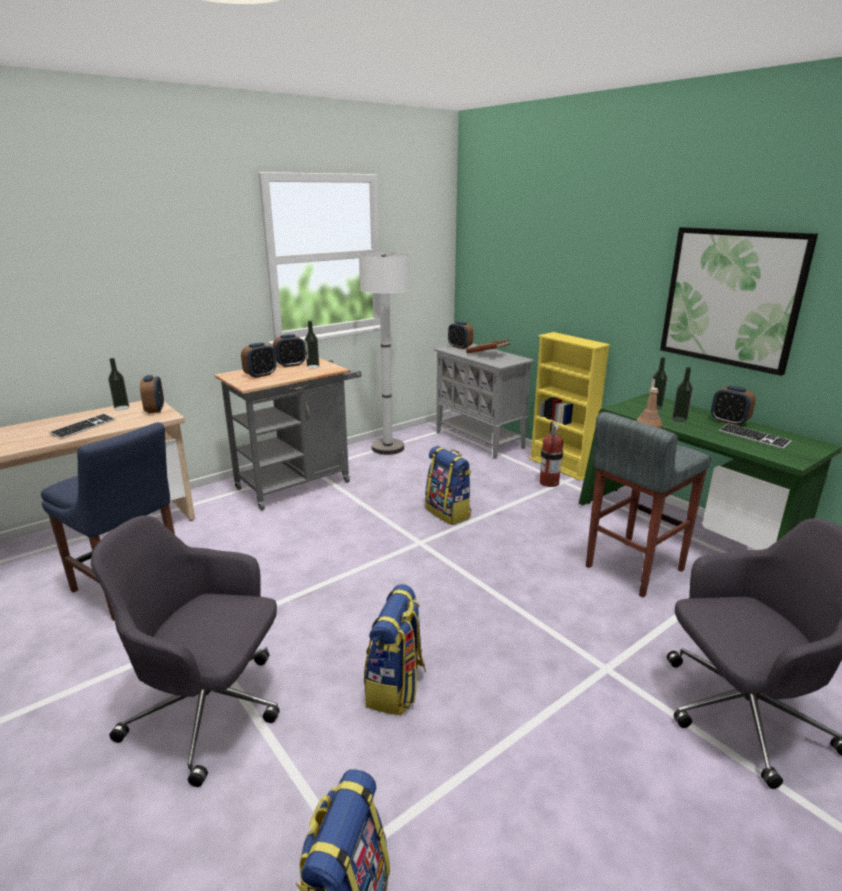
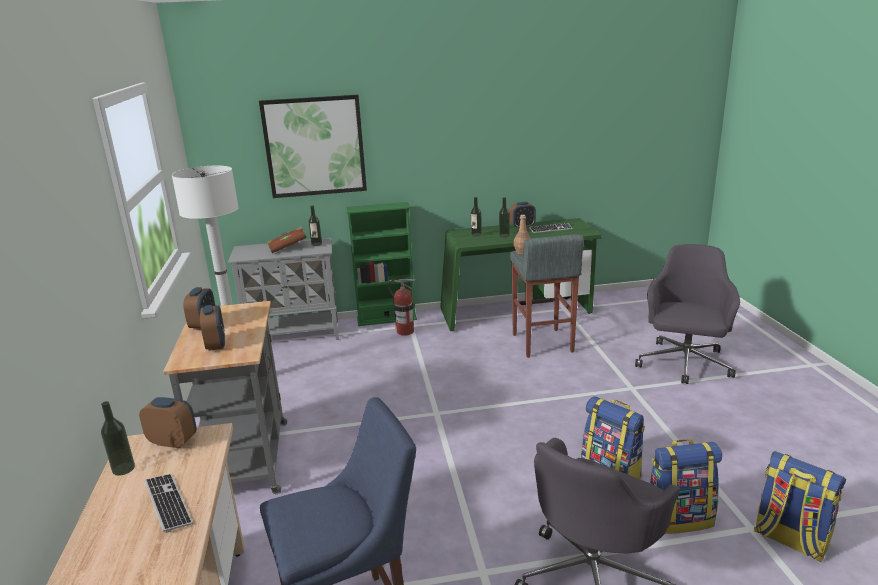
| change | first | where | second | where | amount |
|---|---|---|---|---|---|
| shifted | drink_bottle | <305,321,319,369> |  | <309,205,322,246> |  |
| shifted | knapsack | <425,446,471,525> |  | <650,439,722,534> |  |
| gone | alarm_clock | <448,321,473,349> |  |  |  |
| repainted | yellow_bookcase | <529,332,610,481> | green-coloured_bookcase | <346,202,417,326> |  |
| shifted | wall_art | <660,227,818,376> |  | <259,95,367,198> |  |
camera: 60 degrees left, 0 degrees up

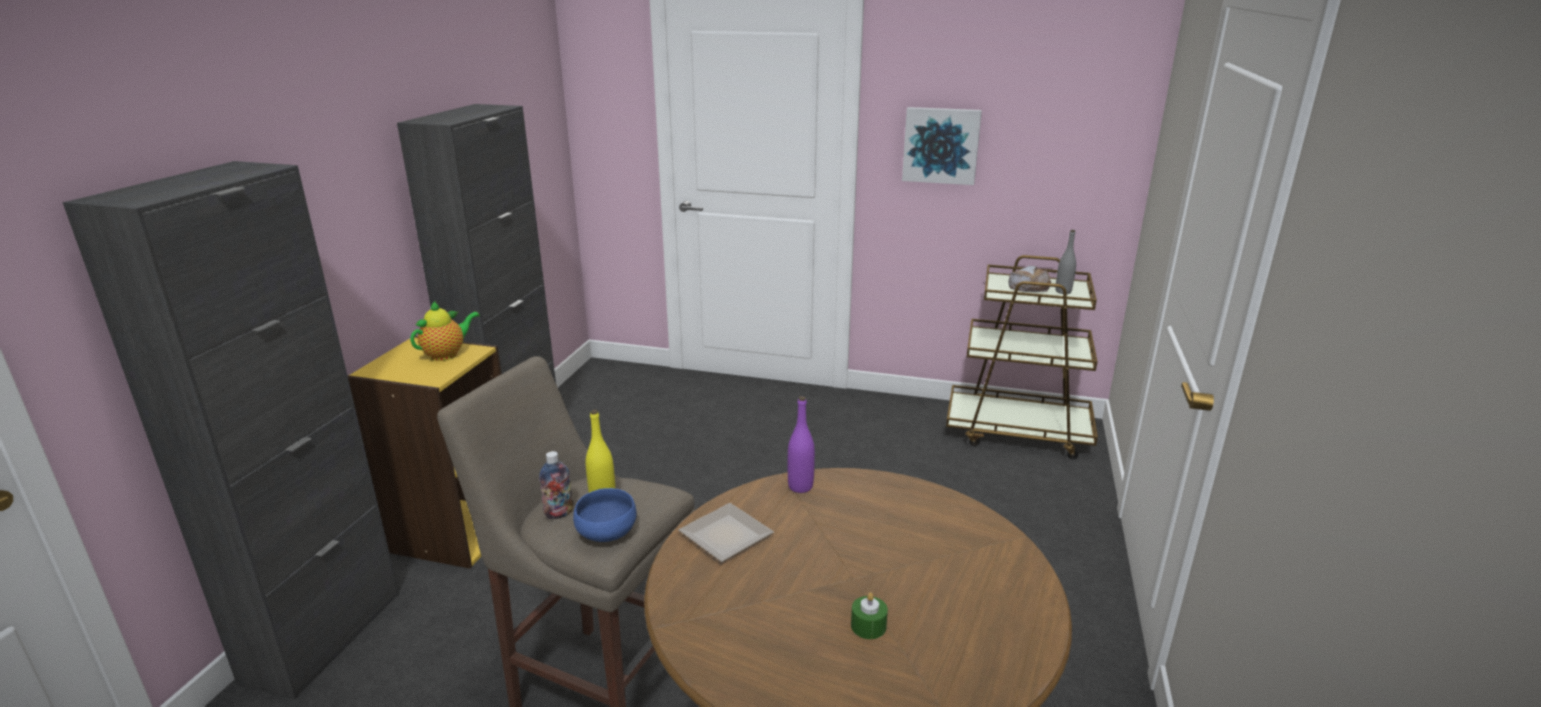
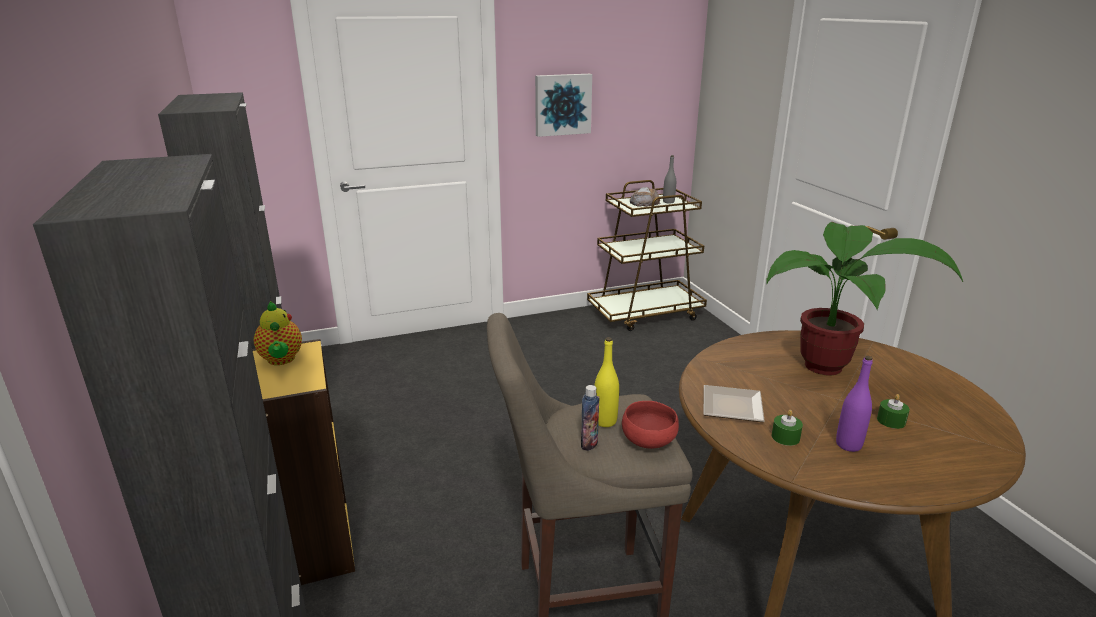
| change | first | where | second | where | amount |
|---|---|---|---|---|---|
| rotated | tea_pot | <410,300,480,361> |  | <254,301,302,365> | 150 degrees clockwise |
| repainted | blue-coloured_deep_dish | <573,488,637,542> | reddish_deep_dish | <622,401,679,449> |  |
| shifted | purple-coloured_drink_bottle | <788,396,815,493> |  | <836,356,873,452> |  |
| new |  |  | potted_plant | <766,222,963,376> |  |
| new |  |  | green-coloured_wax_candle | <772,410,803,446> |  |
camera: 35 degrees left, 0 degrees up

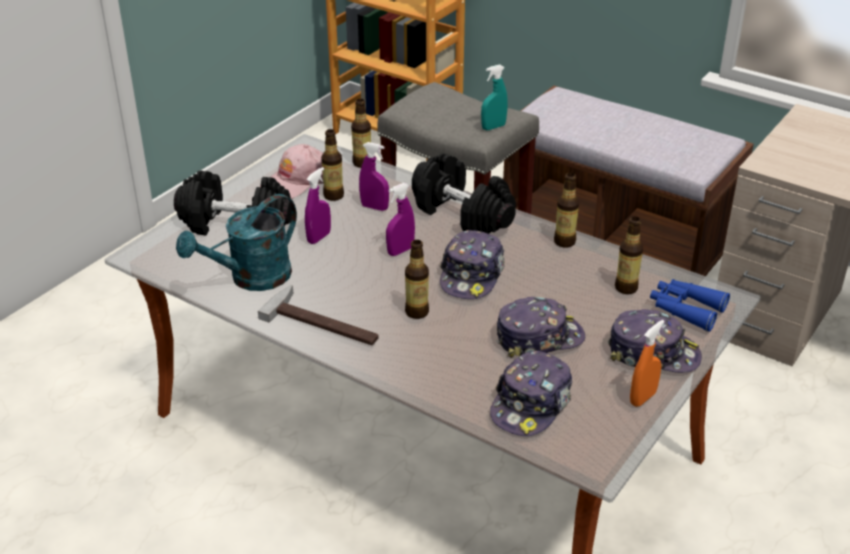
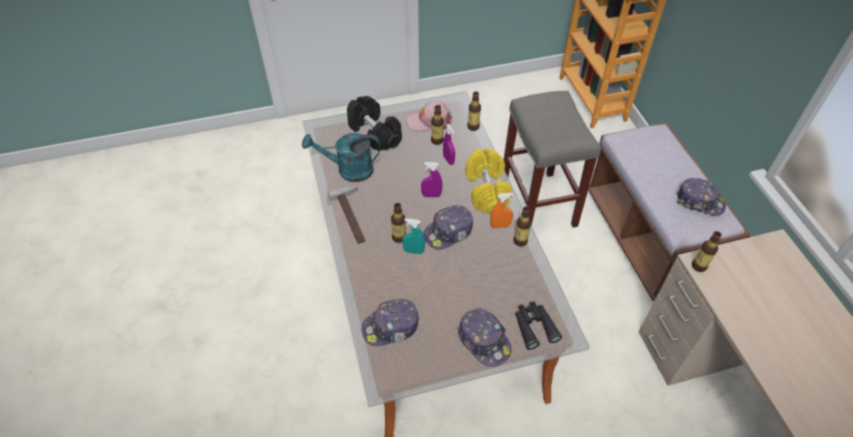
| change | first | where | second | where | amount |
|---|---|---|---|---|---|
| gone | purple-coloured_spray_bottle | <305,167,331,244> |  |  |  |
| repainted | blackish_free_weight | <412,153,516,234> | yellow_free_weight | <465,148,513,214> |  |
| shifted | blue-green_spray_bottle | <481,64,508,130> |  | <402,218,425,254> |  |
| shifted | baseball_cap | <496,297,585,358> |  | <677,178,726,216> |  |
| shifted | drink_bottle | <615,217,643,294> |  | <692,231,721,272> |  |
| shifted | orange_spray_bottle | <630,320,665,407> |  | <491,193,514,228> |  |
| repainted | blue-coloured_pair_of_binoculars | <650,279,730,332> | blackish_pair_of_binoculars | <515,301,562,350> |  |
camera: 40 degrees right, 15 degrees up

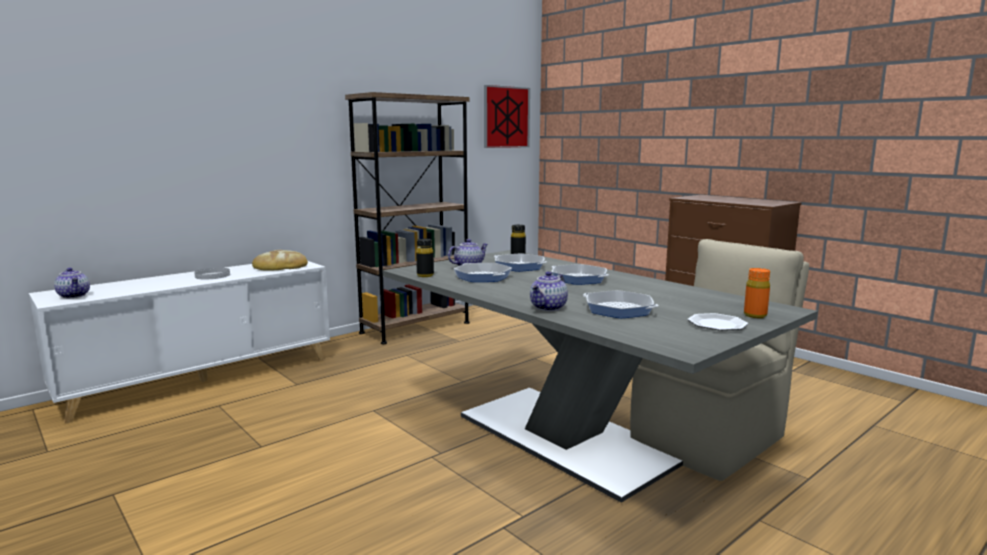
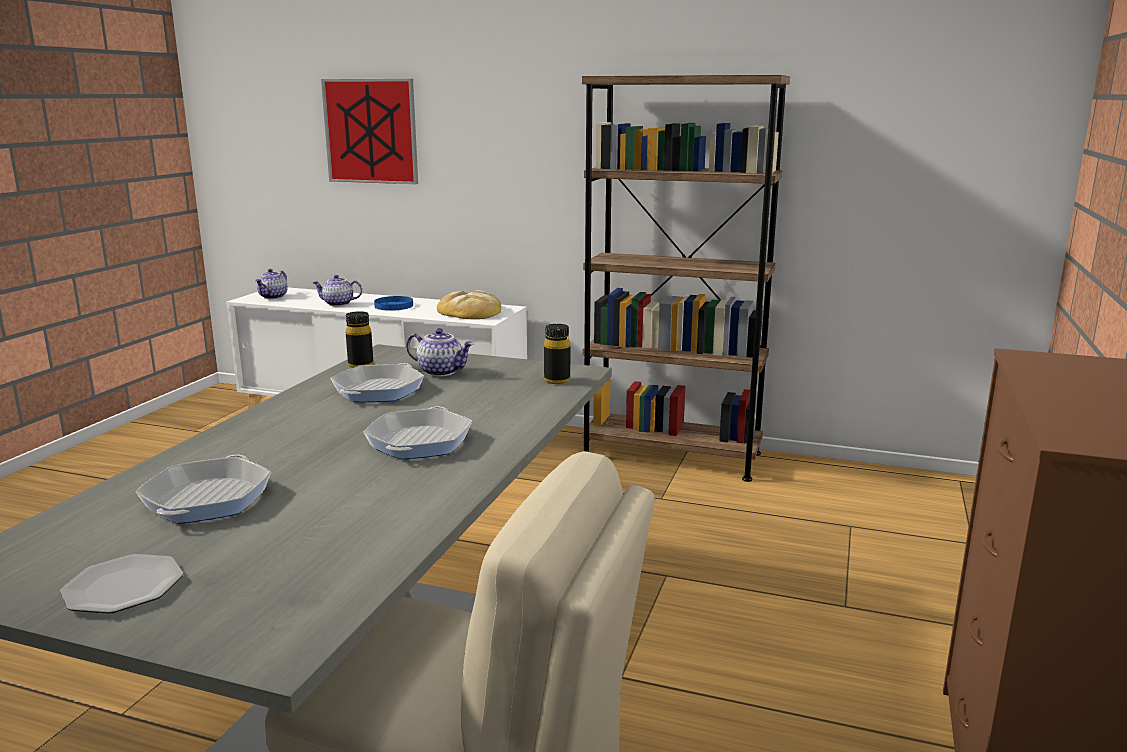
| change | first | where | second | where | amount |
|---|---|---|---|---|---|
| repainted | white_flat_dish | <194,268,230,279> | blue-coloured_flat_dish | <374,296,413,311> |  |
| shifted | wall_art | <484,85,530,148> |  | <321,79,418,184> |  |
| gone | pan | <494,253,547,272> |  |  |  |
| shifted | tea_pot | <530,271,568,311> |  | <312,275,362,306> |  |
| gone | orange_drink_bottle | <744,268,770,318> |  |  |  |
camera: 60 degrees right, 5 degrees up

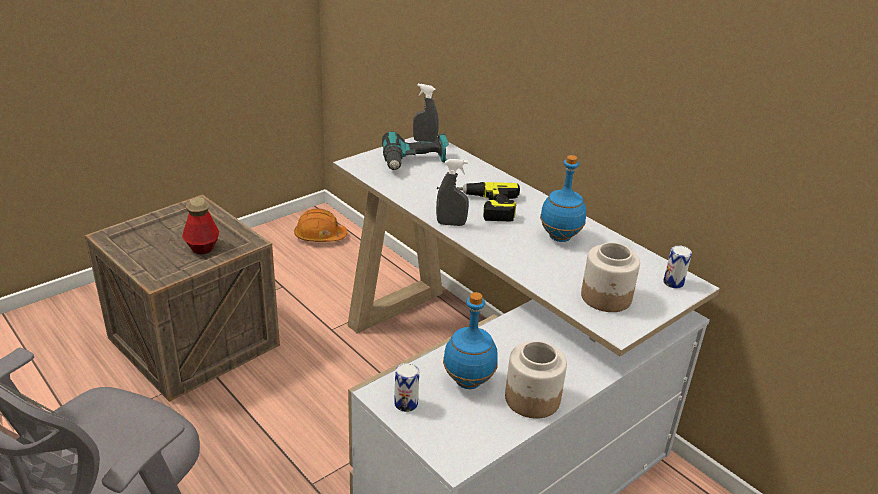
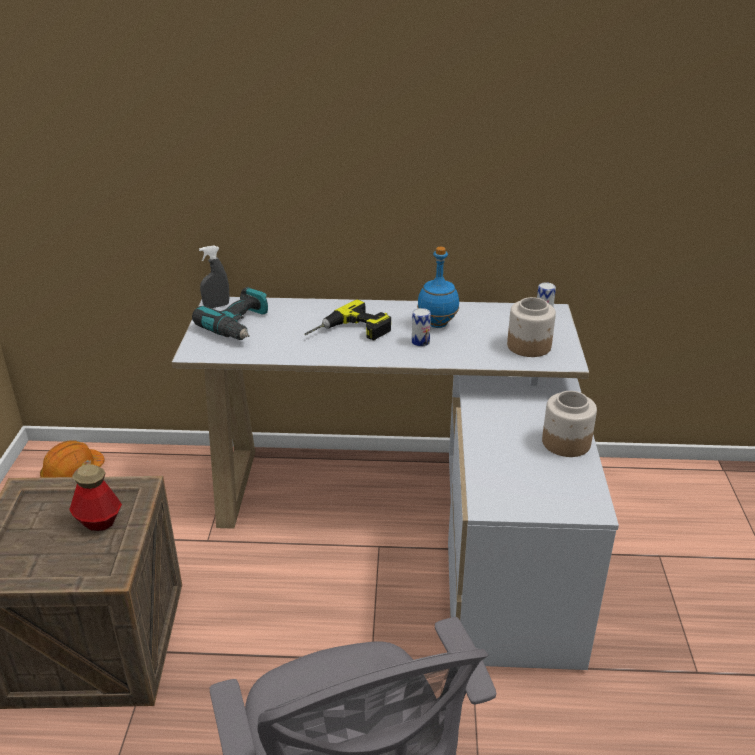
| change | first | where | second | where | amount |
|---|---|---|---|---|---|
| shifted | can | <394,363,419,412> |  | <412,308,431,347> |  |
| gone | greyish_spray_bottle | <436,159,469,226> |  |  |  |
| gone | blue-coloured_drink_bottle | <443,292,498,389> |  |  |  |
camera: 45 degrees left, 0 degrees up

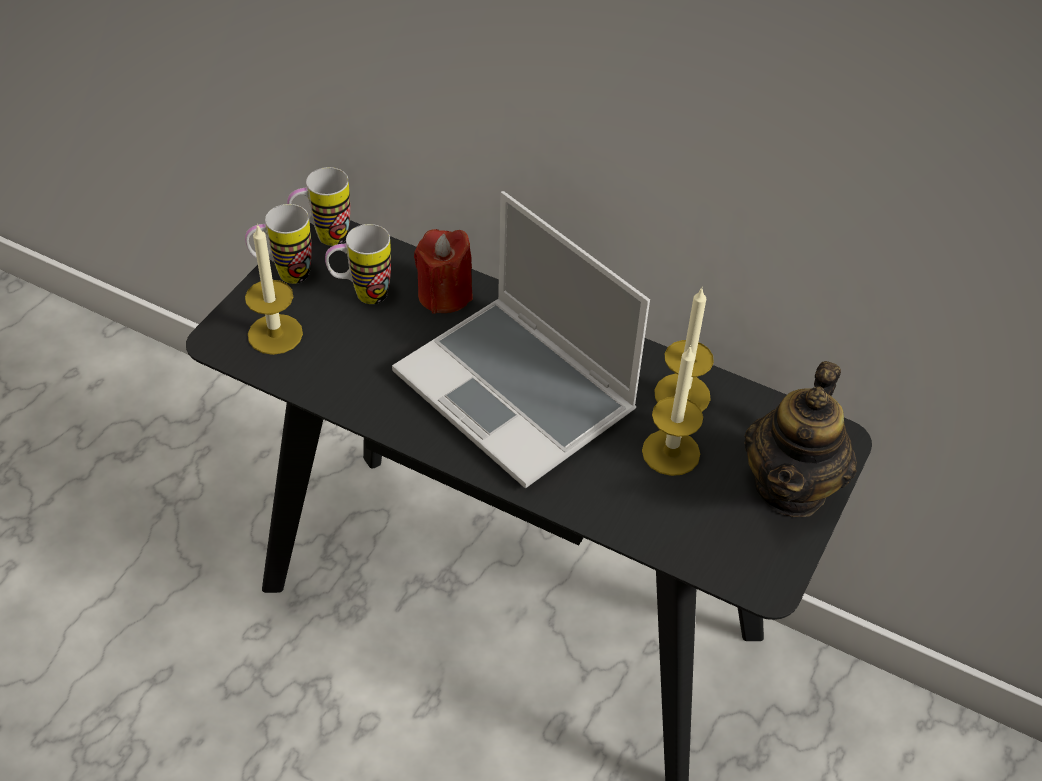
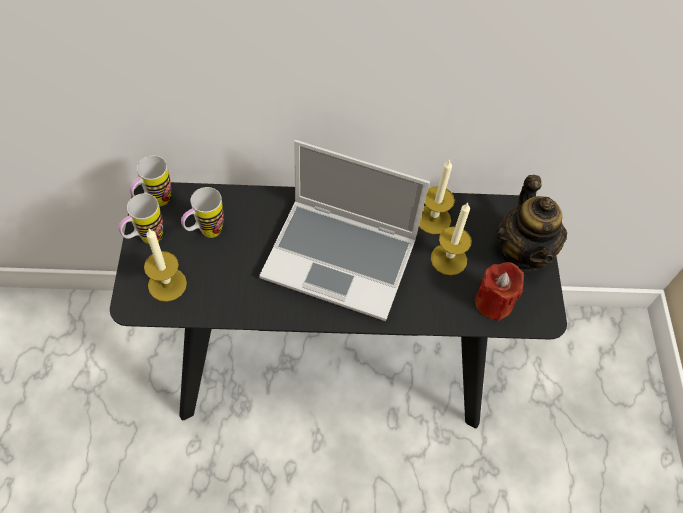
| change | first | where | second | where | amount |
|---|---|---|---|---|---|
| shifted | reddish_wax_candle | <414,229,473,314> |  | <475,262,524,321> |  |
camera: 30 degrees left, 10 degrees up

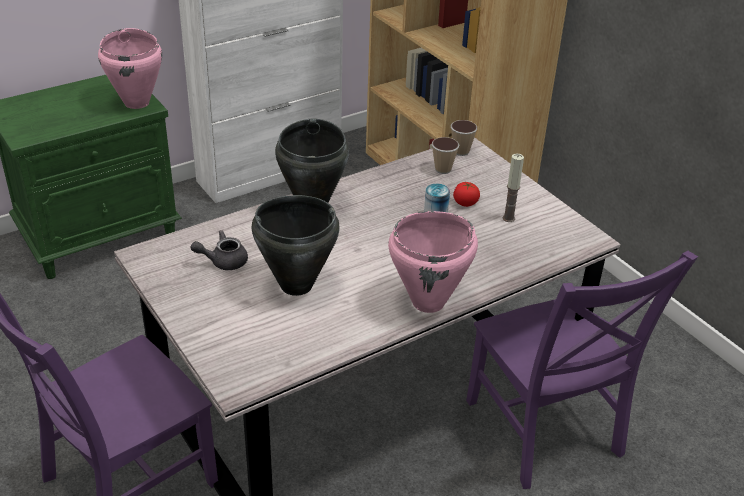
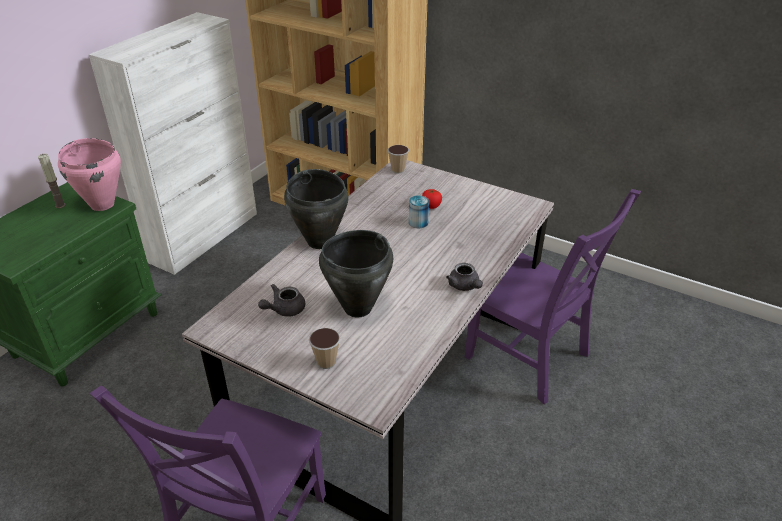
| change | first | where | second | where | amount |
|---|---|---|---|---|---|
| swapped | pinkish_stockpot | <388,211,478,313> | greyish_tea_pot | <446,263,483,291> |  |
| shifted | cup | <432,137,459,174> |  | <309,328,340,369> |  |
| shifted | wax_candle | <503,154,524,222> |  | <38,154,66,208> |  |
camera: 25 degrees left, 0 degrees up

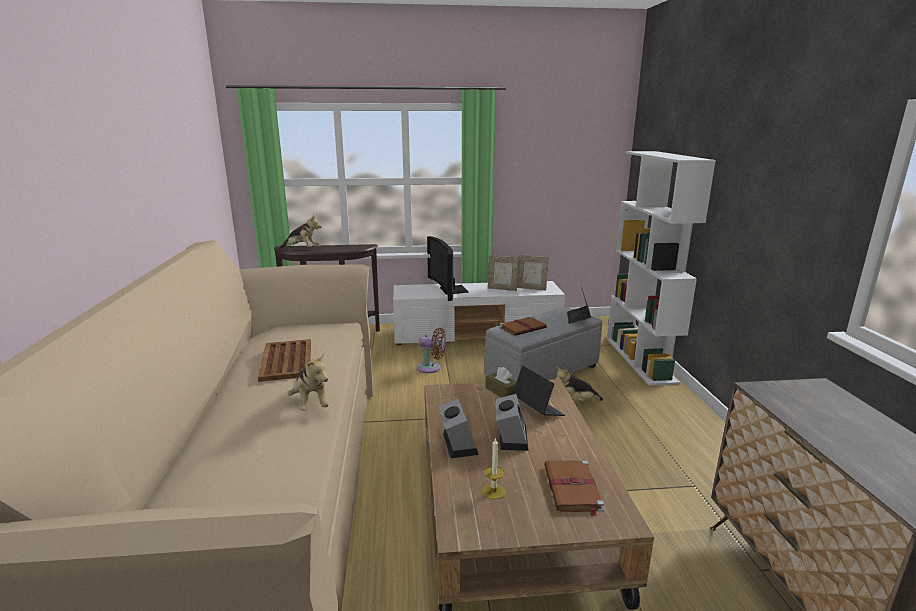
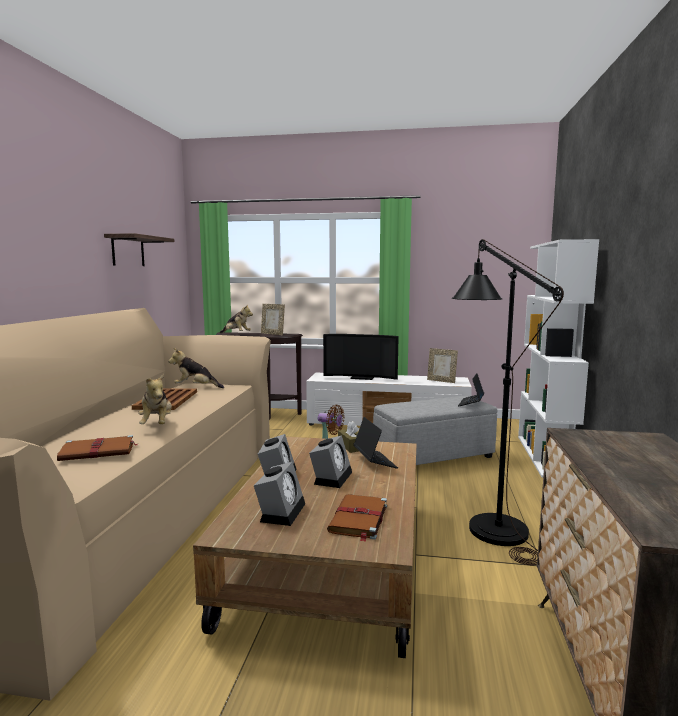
| change | first | where | second | where | amount |
|---|---|---|---|---|---|
| rotated | TV | <427,236,468,301> |  | <323,334,399,380> | 75 degrees counterclockwise |
| swapped | wax_candle | <482,437,506,499> | alarm_clock | <254,462,305,526> |  |
| shifted | standing_frame | <488,255,519,291> |  | <261,304,285,335> |  |
| shifted | brown-coloured_book | <500,316,547,336> |  | <57,435,137,461> |  |
| shifted | plush_toy | <556,367,603,401> |  | <168,348,224,388> |  |
| new |  |  | wall_shelf | <104,233,174,266> |  |
| new |  |  | blackish_standard_lamp | <452,239,564,565> |  |
camera: 15 degrees right, 10 degrees down

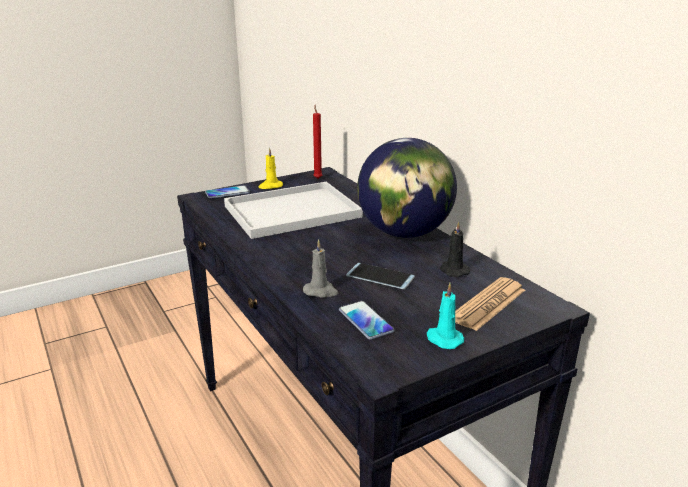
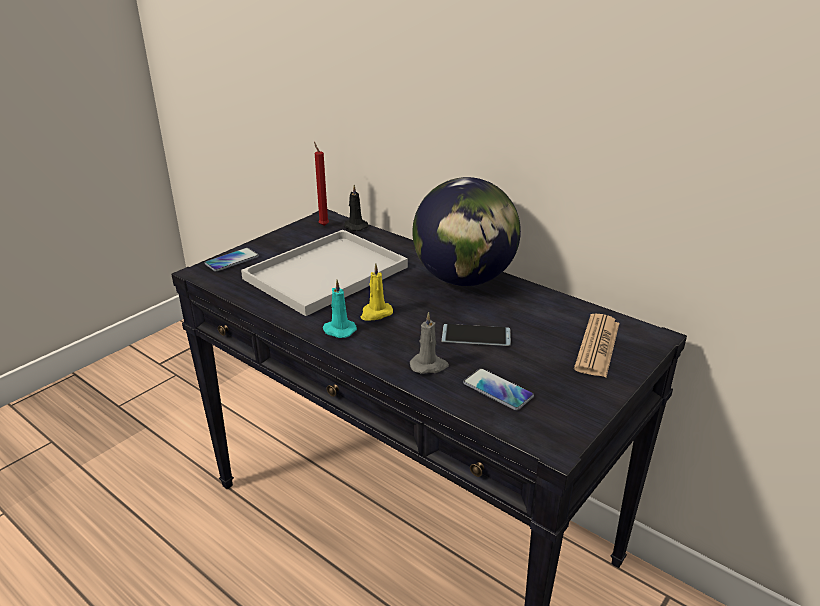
| change | first | where | second | where | amount |
|---|---|---|---|---|---|
| shifted | yellow_wax_candle | <259,147,283,189> |  | <361,263,393,321> |  |
| shifted | blue-green_wax_candle | <427,283,464,349> |  | <323,280,357,338> |  |
| shifted | blackish_wax_candle | <440,221,470,277> |  | <344,185,369,231> |  |
camera: 20 degrees left, 5 degrees up

